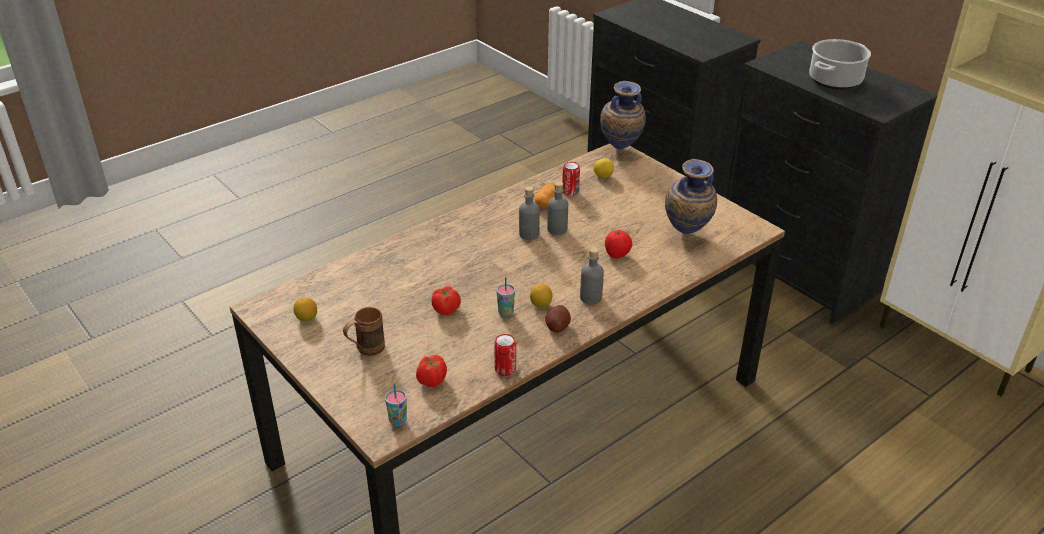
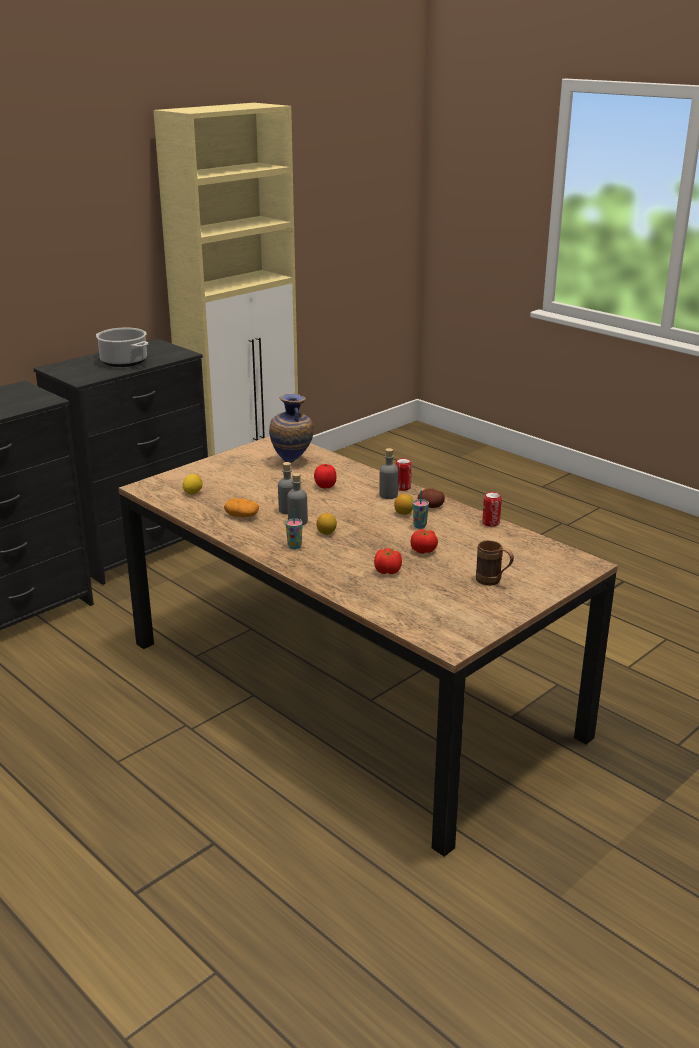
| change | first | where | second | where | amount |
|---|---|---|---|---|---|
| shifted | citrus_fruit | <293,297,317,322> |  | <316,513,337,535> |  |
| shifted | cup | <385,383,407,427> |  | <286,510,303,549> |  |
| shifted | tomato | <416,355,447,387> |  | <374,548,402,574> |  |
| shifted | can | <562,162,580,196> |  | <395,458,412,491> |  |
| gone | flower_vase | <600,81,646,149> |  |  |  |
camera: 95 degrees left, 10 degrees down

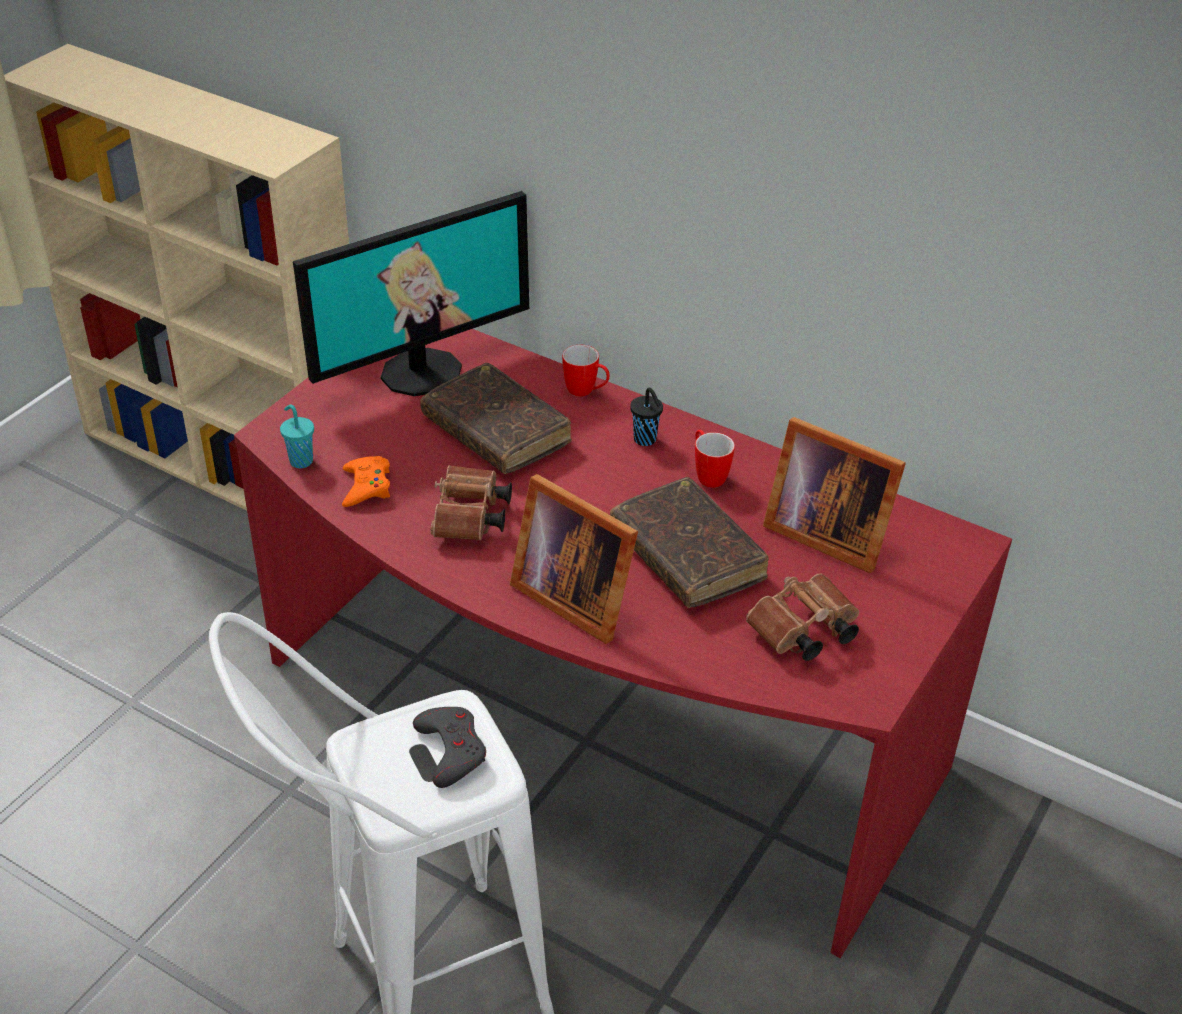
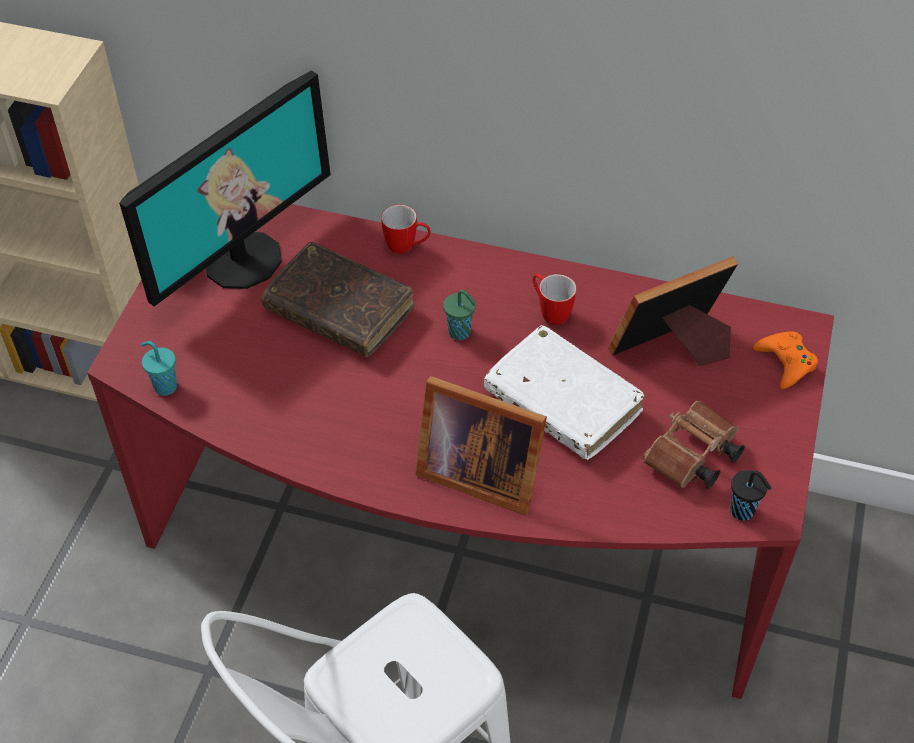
| change | first | where | second | where | amount |
|---|---|---|---|---|---|
| shifted | orange_gamepad | <342,456,390,507> |  | <753,332,818,389> |  |
| gone | greyish_gamepad | <413,707,486,788> |  |  |  |
| gone | brown-coloured_pair_of_binoculars | <431,465,512,541> |  |  |  |
| repainted | brown-coloured_book | <610,477,769,608> | white_book | <484,325,645,460> |  |
| shifted | blackish_cup | <630,388,663,446> |  | <730,470,771,520> |  |
| rotated | standing_frame | <763,417,906,573> |  | <608,256,738,366> | 135 degrees clockwise |
| new |  |  | green-coloured_cup | <443,289,476,340> |  |
camera: 15 degrees left, 10 degrees up

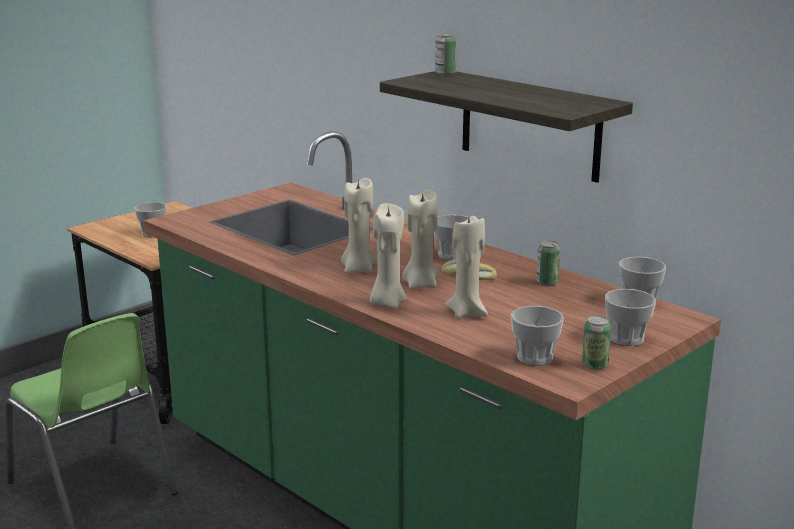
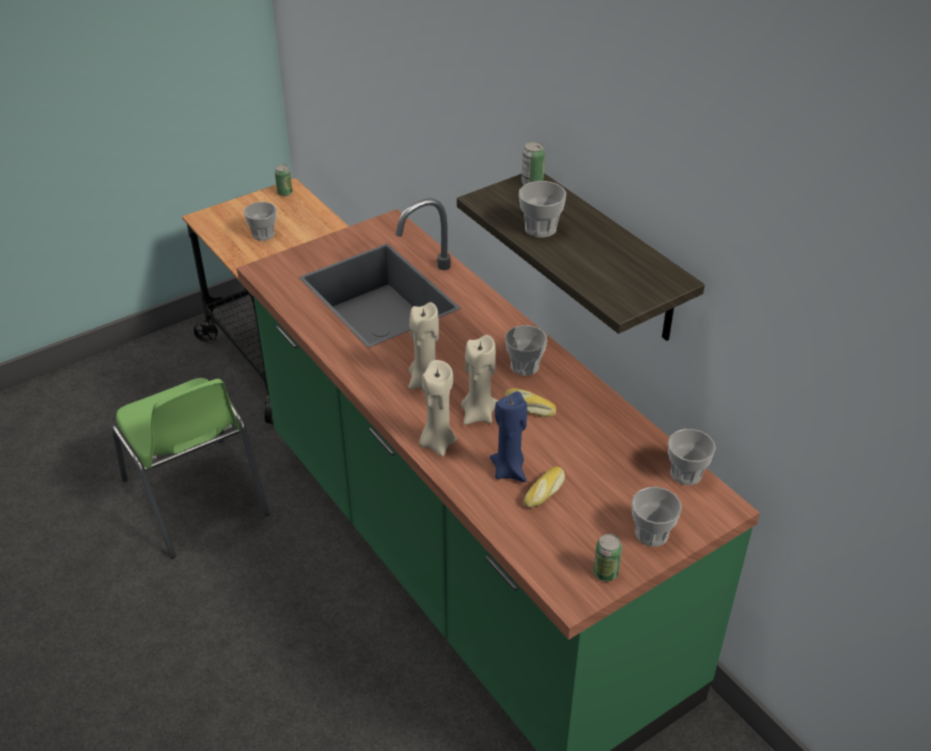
| change | first | where | second | where | amount |
|---|---|---|---|---|---|
| repainted | beige_wax_candle | <445,216,488,319> | blue-coloured_wax_candle | <490,391,527,482> |  |
| shifted | cup | <511,306,564,366> |  | <519,181,566,238> |  |
| shifted | can | <536,241,560,286> |  | <275,164,292,196> |  |
| new |  |  | baked_bread | <524,466,565,508> |  |
camera: 10 degrees right, 20 degrees up

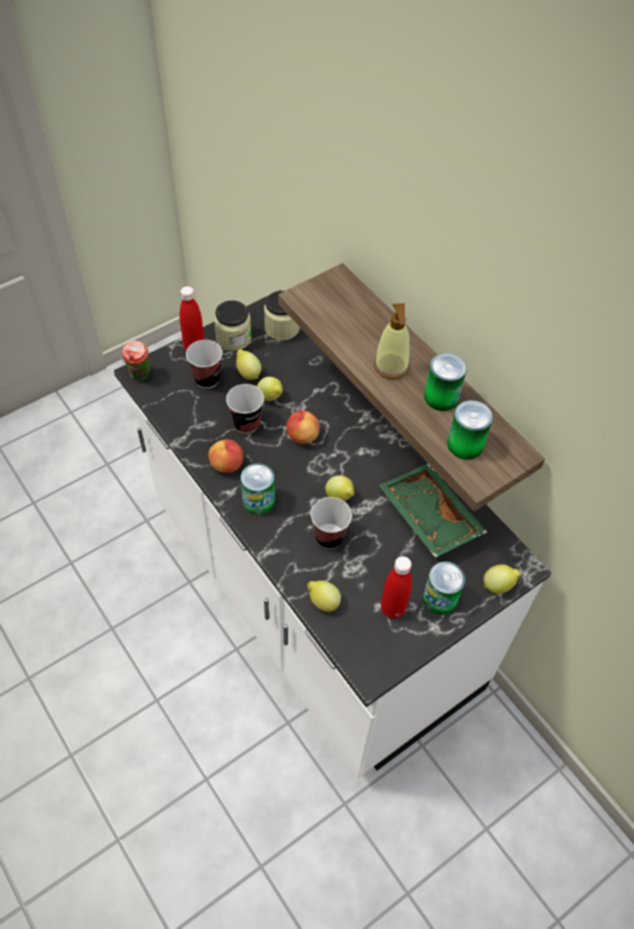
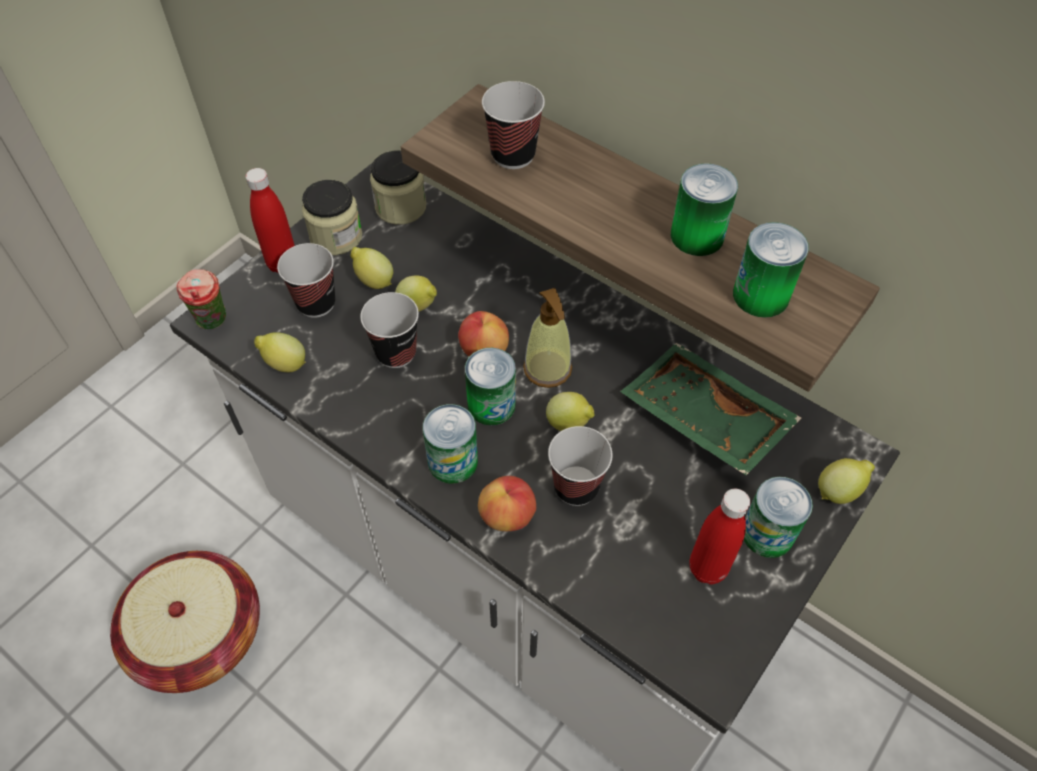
| change | first | where | second | where | amount |
|---|---|---|---|---|---|
| shifted | apple | <209,439,243,473> |  | <478,476,536,531> |  |
| shifted | citrus_fruit | <307,580,341,612> |  | <254,332,306,372> |  |
| shifted | soap_dispenser | <374,303,410,379> |  | <523,288,572,388> |  |
| new |  |  | household_basket | <110,551,260,693> |  |
| new |  |  | can | <465,348,516,426> |  |
| new |  |  | cup | <482,81,545,169> |  |
camera: 15 degrees left, 0 degrees up

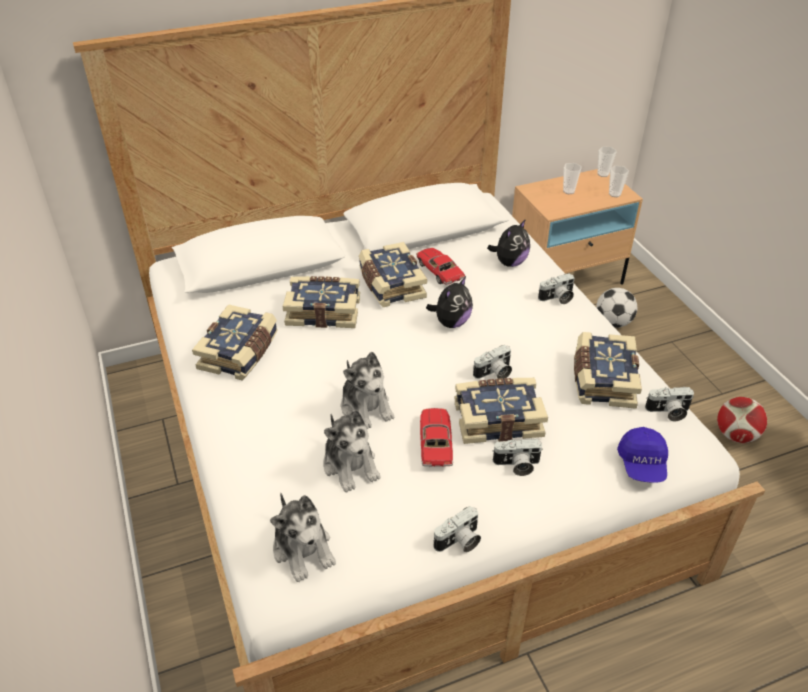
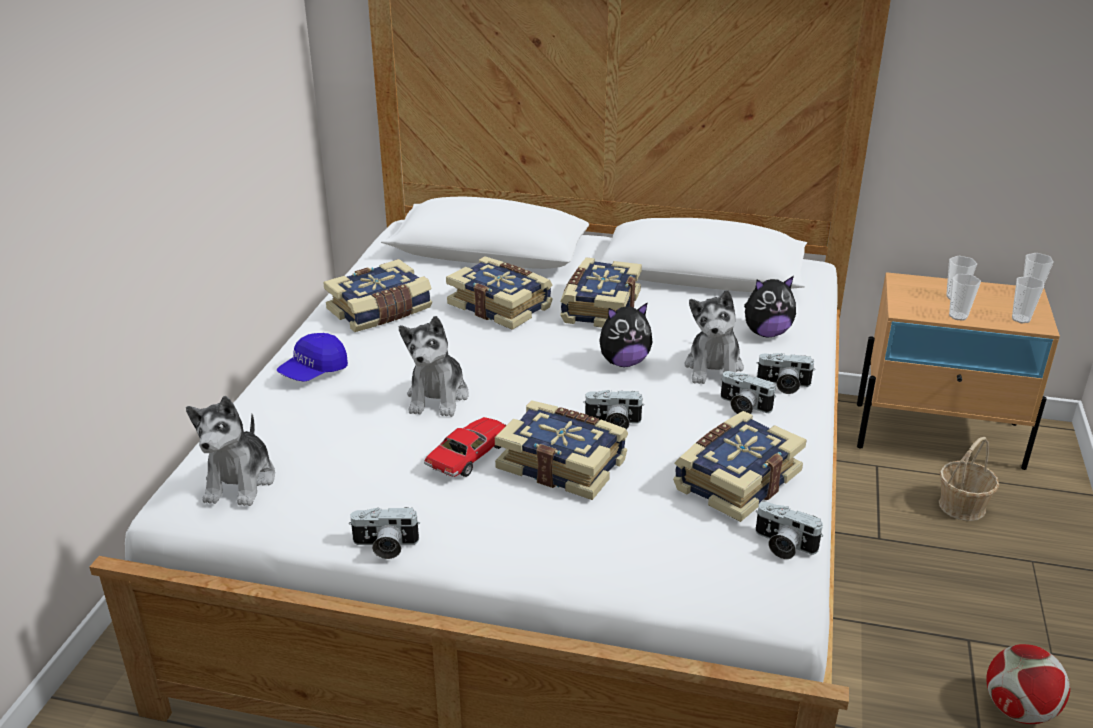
| change | first | where | second | where | amount |
|---|---|---|---|---|---|
| shifted | plush_toy | <323,410,380,493> |  | <685,290,744,384> |  |
| gone | toy_car | <416,248,466,285> |  |  |  |
| shifted | photo_camera | <492,439,543,476> |  | <721,371,776,414> |  |
| swapped | football_ball | <596,288,637,328> | household_basket | <939,437,999,521> |  |
| shifted | blue-coloured_baseball_cap | <617,427,668,483> |  | <277,333,348,382> |  |
| new |  |  | cup | <949,274,981,321> |  |
camera: 35 degrees right, 10 degrees down

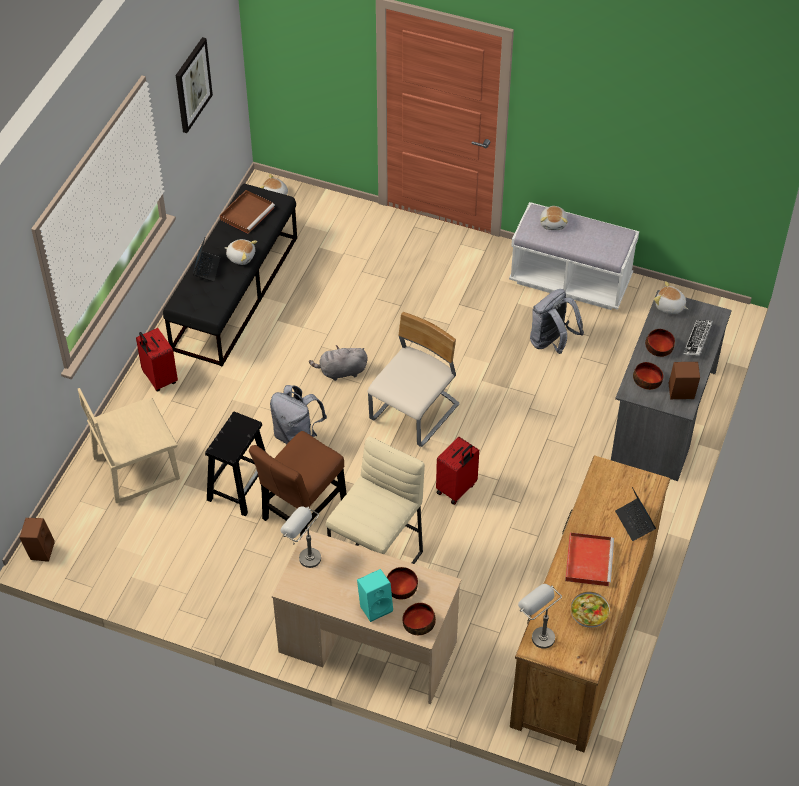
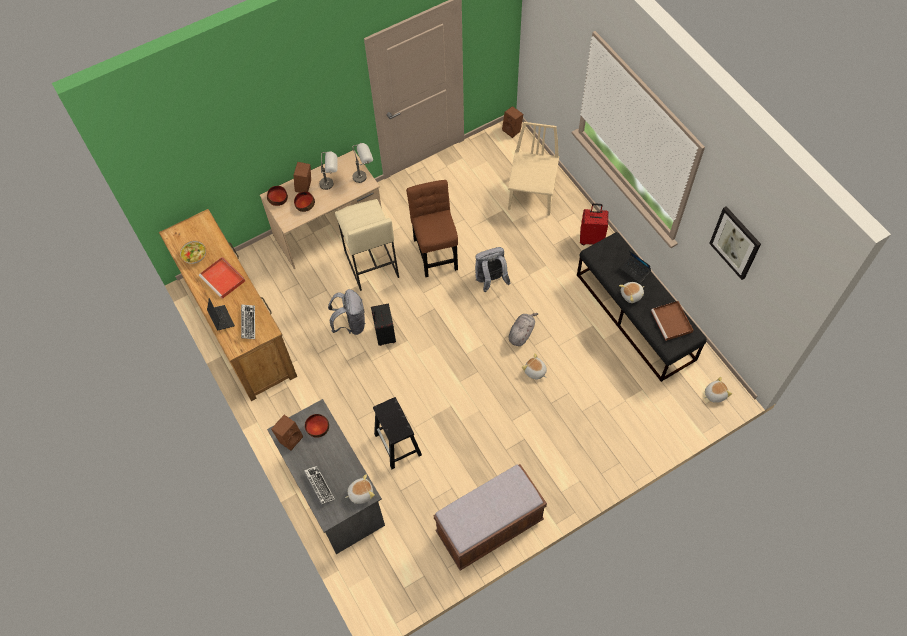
| change | first | where | second | where | amount |
|---|---|---|---|---|---|
| shifted | blackish_sitting_stool | <205,412,266,516> |  | <373,397,422,469> |  |
| repainted | blue-green_audio_speaker | <357,569,393,622> | brown-coloured_audio_speaker | <294,162,311,193> |  |
| gone | beige_chair | <368,312,460,447> |  |  |  |
| repainted | reddish_travel_case | <436,437,479,505> | blackish_travel_case | <371,303,396,346> |  |
| repainted | white_indoor_bench | <509,202,639,310> | brown-coloured_indoor_bench | <433,464,547,571> |  |
| shifted | greyish_tabletop_lamp | <518,584,562,649> |  | <319,151,338,190> |  |
| shifted | greyish_knapsack | <530,289,584,354> |  | <328,289,366,335> |  |
| shifted | plush_toy | <540,206,568,230> |  | <522,353,547,380> |  |
| rotated | laptop | <615,487,656,541> |  | <207,298,235,331> | 45 degrees clockwise |
| gone | deep_dish | <645,329,675,357> |  |  |  |
| new |  |  | PC_keyboard | <241,304,255,339> |  |
camera: 130 degrees right, 10 degrees up

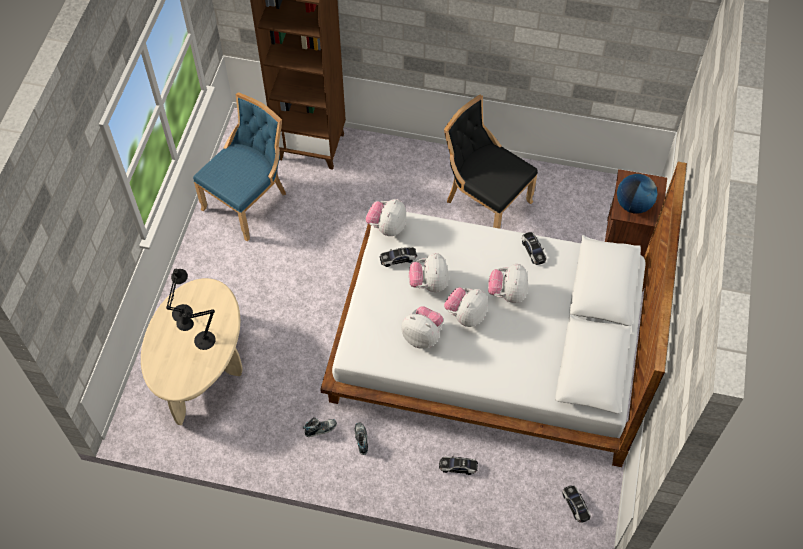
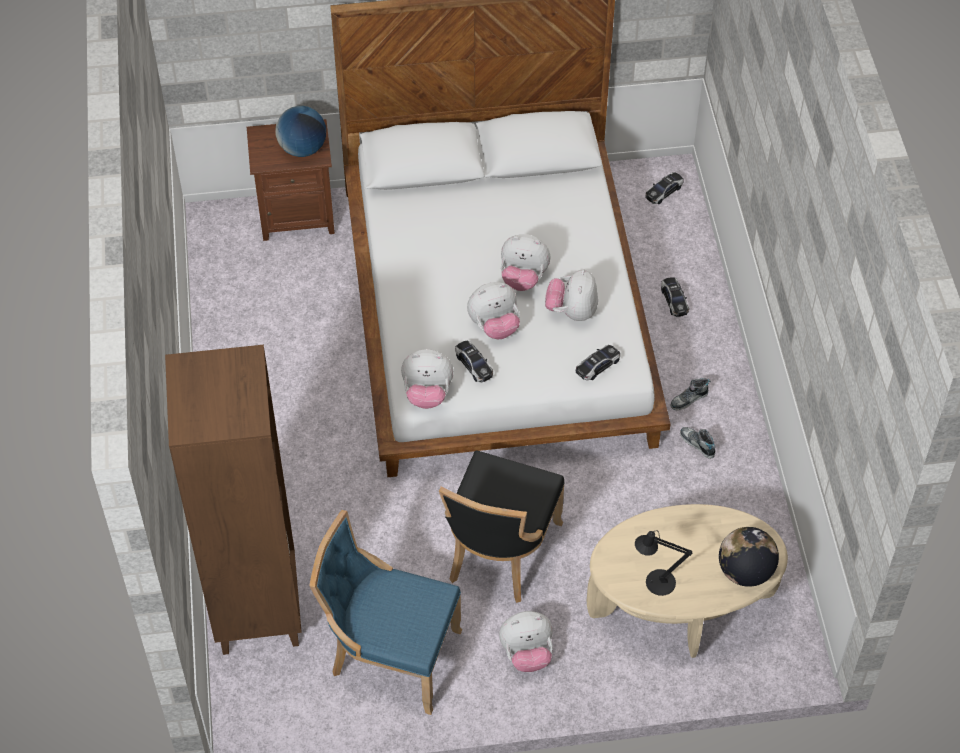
| change | first | where | second | where | amount |
|---|---|---|---|---|---|
| gone | blackish_tabletop_lamp | <176,309,216,350> |  |  |  |
| shifted | blackish_chair | <444,95,538,229> |  | <439,450,565,603> |  |
| shifted | plush_toy | <488,264,528,303> |  | <499,611,553,672> |  |
| shifted | toy_car | <522,232,547,265> |  | <576,345,620,381> |  |
| new |  |  | desk_globe | <719,527,779,587> |  |
camera: 110 degrees left, 5 degrees down

